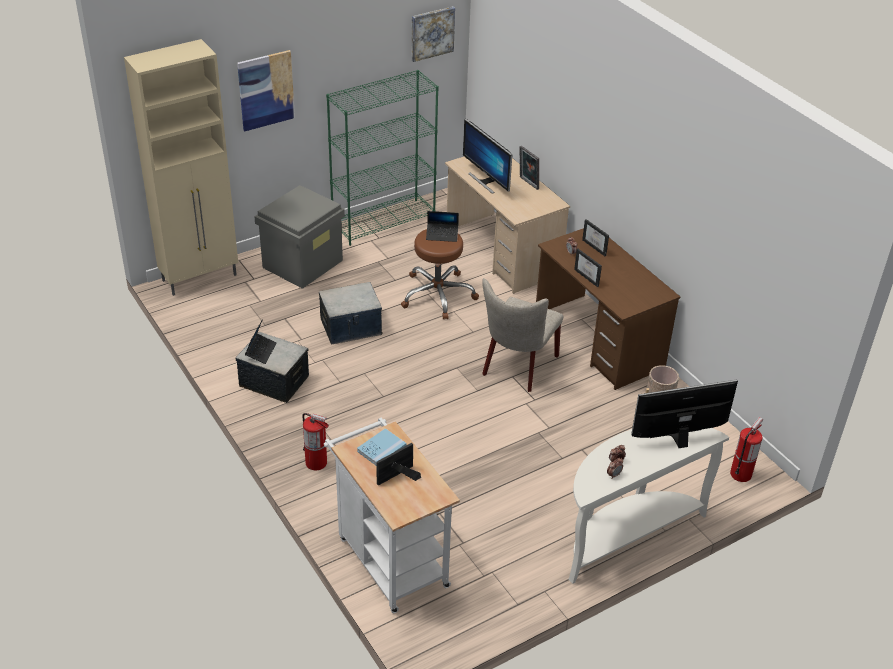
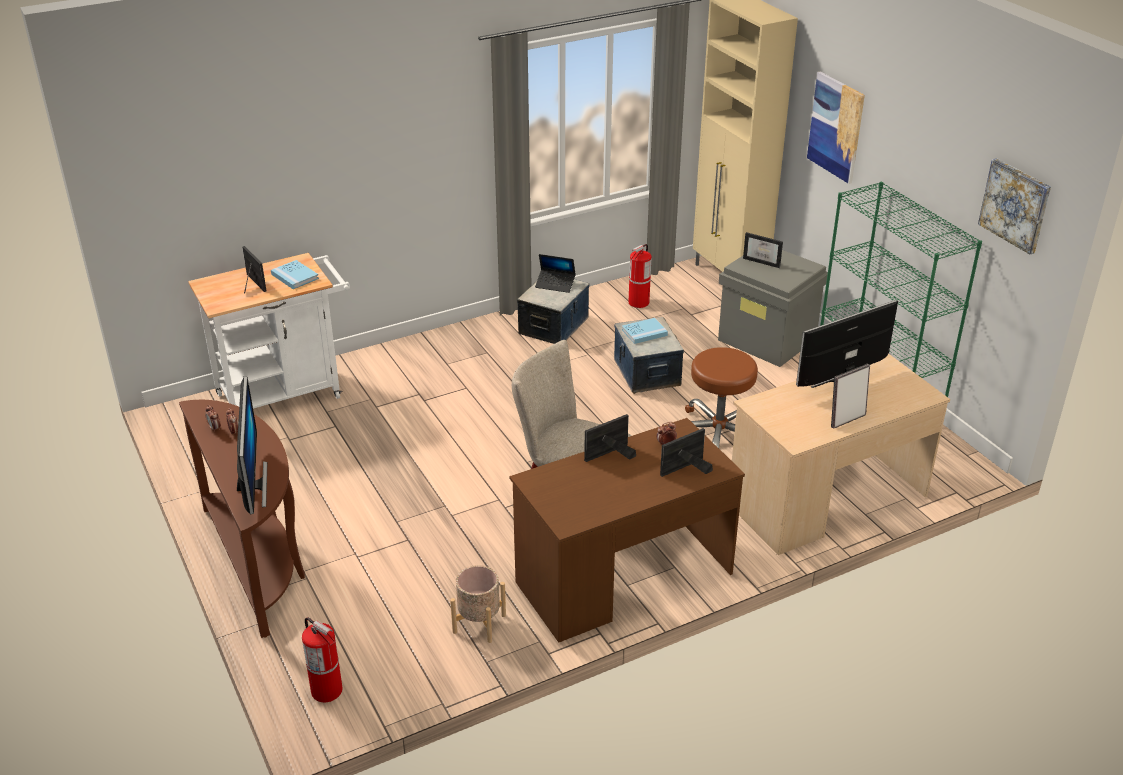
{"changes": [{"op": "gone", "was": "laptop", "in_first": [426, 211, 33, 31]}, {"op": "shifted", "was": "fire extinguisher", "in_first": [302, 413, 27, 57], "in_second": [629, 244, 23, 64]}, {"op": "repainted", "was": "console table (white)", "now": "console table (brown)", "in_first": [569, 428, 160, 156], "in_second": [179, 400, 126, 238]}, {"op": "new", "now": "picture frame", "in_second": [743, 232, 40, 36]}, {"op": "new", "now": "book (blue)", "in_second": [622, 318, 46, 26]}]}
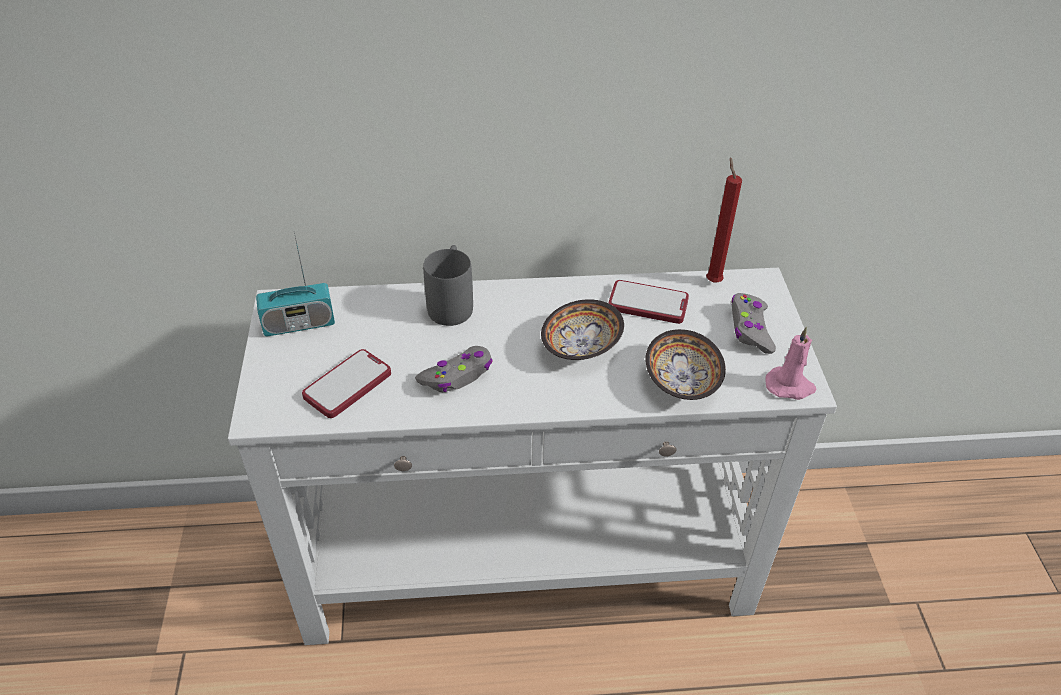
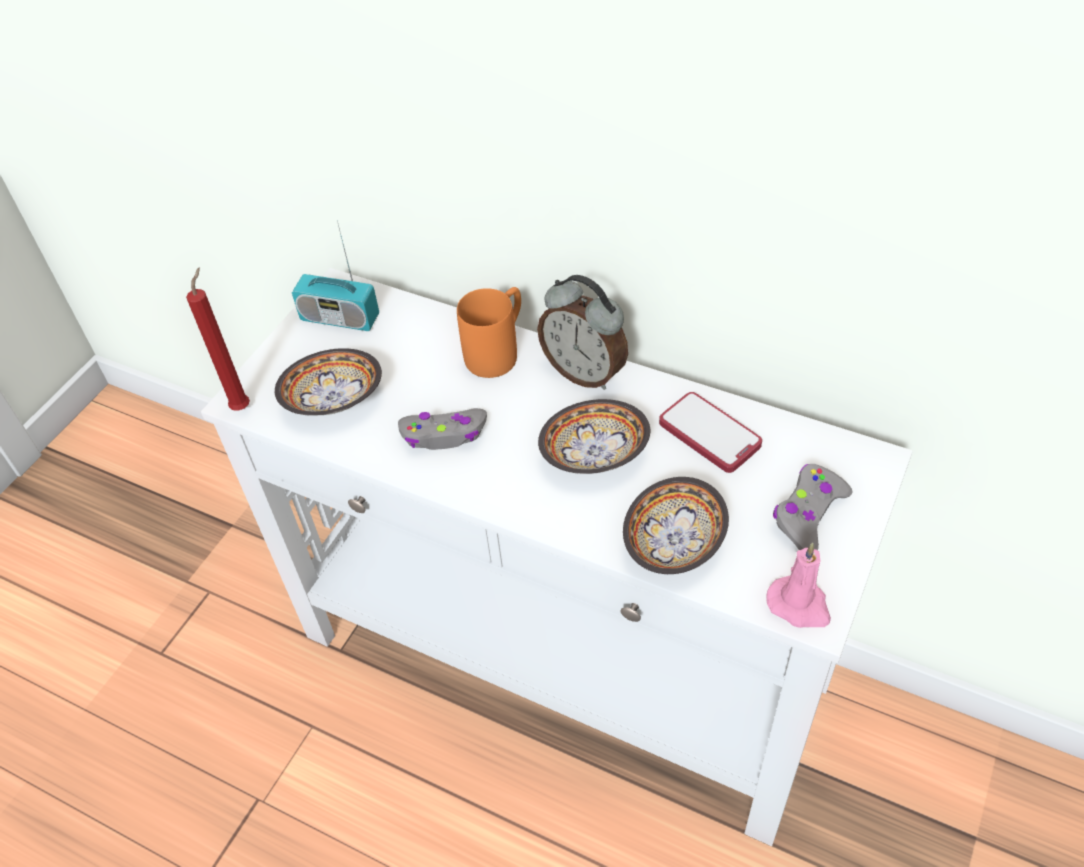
{"changes": [{"op": "shifted", "was": "candle (red)", "in_first": [706, 157, 36, 126], "in_second": [186, 267, 64, 144]}, {"op": "repainted", "was": "mug (grey)", "now": "mug (orange)", "in_first": [423, 245, 50, 81], "in_second": [457, 287, 64, 91]}, {"op": "swapped", "was": "phone", "now": "bowl", "in_first": [302, 349, 89, 69], "in_second": [275, 348, 107, 68]}, {"op": "new", "now": "alarm clock", "in_second": [537, 275, 91, 115]}]}
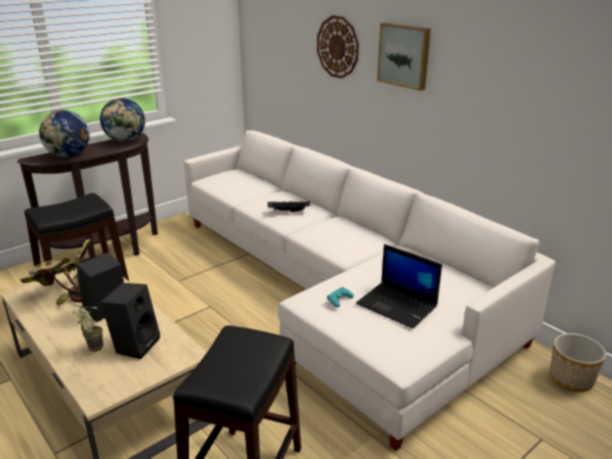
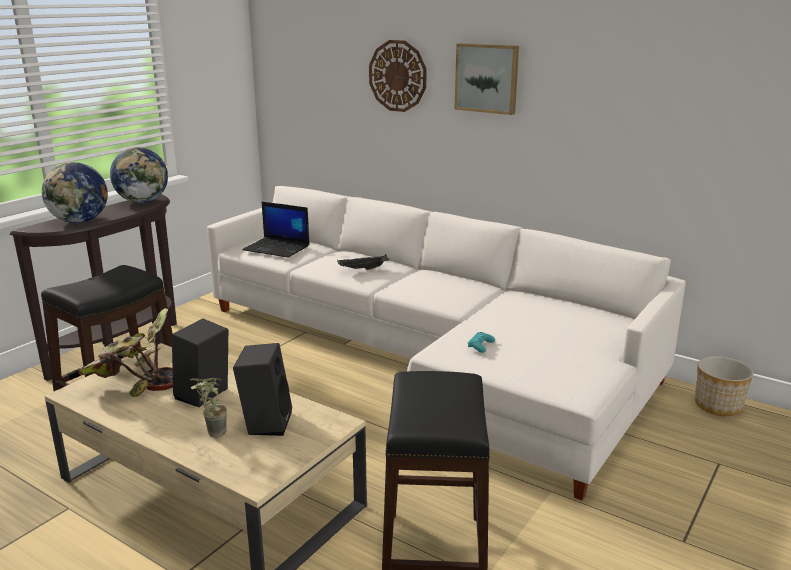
{"changes": [{"op": "shifted", "was": "laptop", "in_first": [356, 244, 86, 85], "in_second": [242, 202, 68, 56]}]}
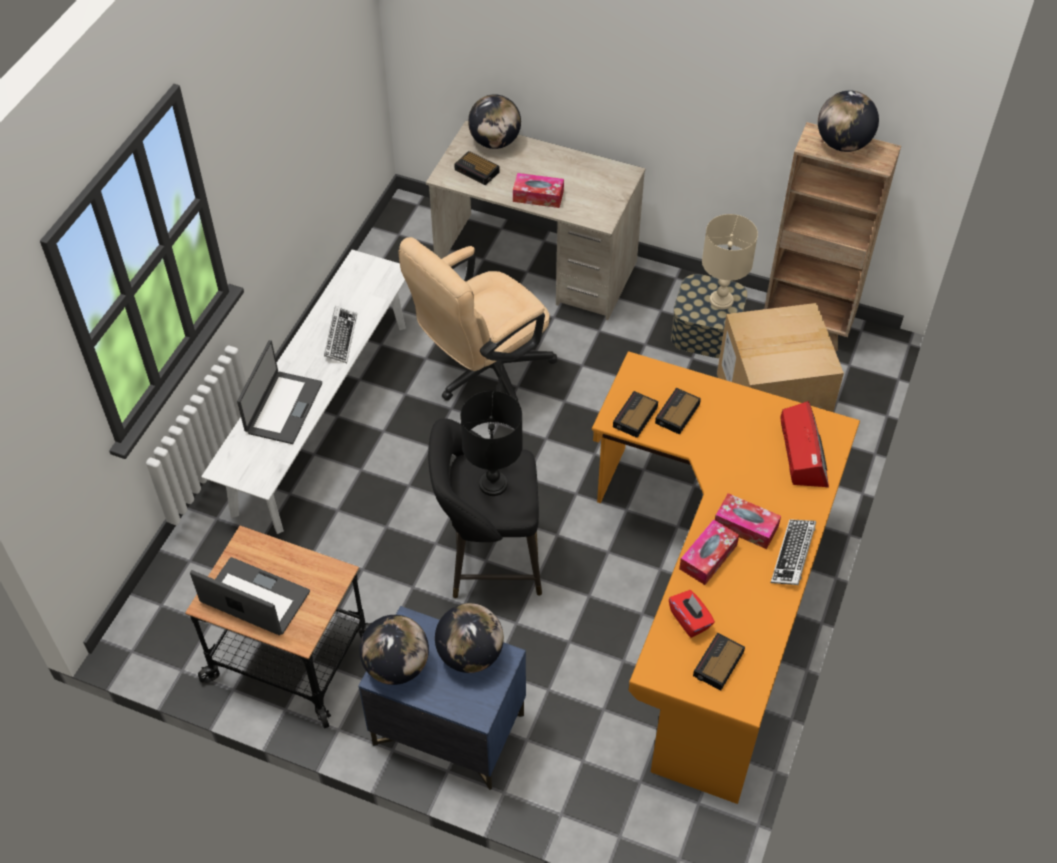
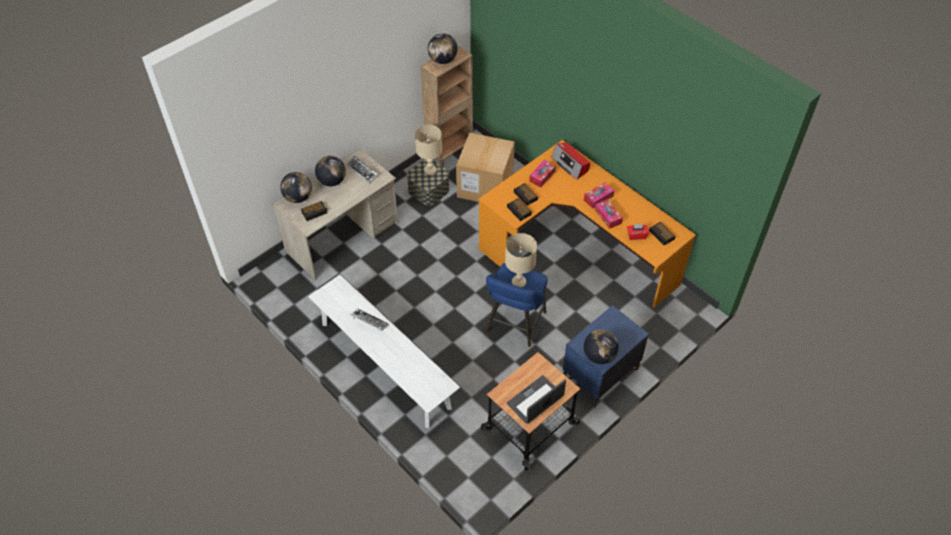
{"changes": [{"op": "shifted", "was": "tissue box", "in_first": [513, 173, 51, 35], "in_second": [529, 160, 27, 27]}, {"op": "gone", "was": "office chair (beige)", "in_first": [398, 237, 159, 168]}, {"op": "gone", "was": "laptop", "in_first": [237, 340, 85, 104]}, {"op": "repainted", "was": "table lamp (black)", "now": "table lamp (beige)", "in_first": [461, 391, 62, 105], "in_second": [505, 233, 32, 54]}, {"op": "rotated", "was": "radio", "in_first": [781, 401, 48, 87], "in_second": [551, 142, 39, 38], "clockwise": -150}, {"op": "repainted", "was": "stool (black)", "now": "stool (blue)", "in_first": [428, 418, 114, 180], "in_second": [486, 263, 62, 84]}, {"op": "shifted", "was": "keyboard", "in_first": [771, 519, 45, 66], "in_second": [347, 156, 31, 27]}, {"op": "shifted", "was": "globe", "in_first": [435, 603, 69, 70], "in_second": [315, 156, 31, 30]}]}
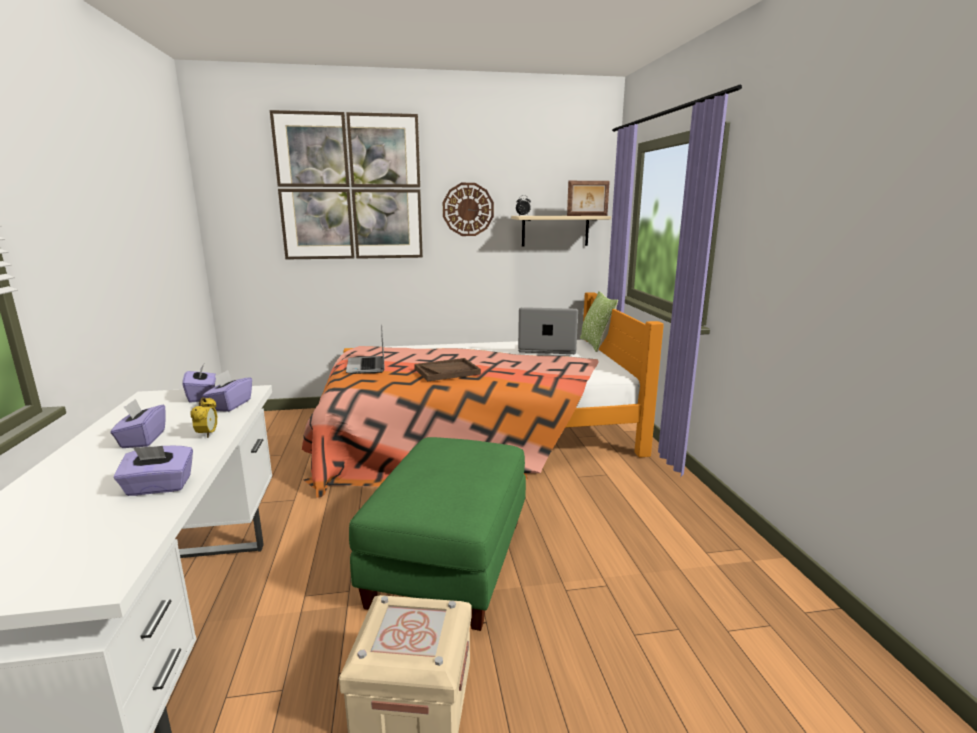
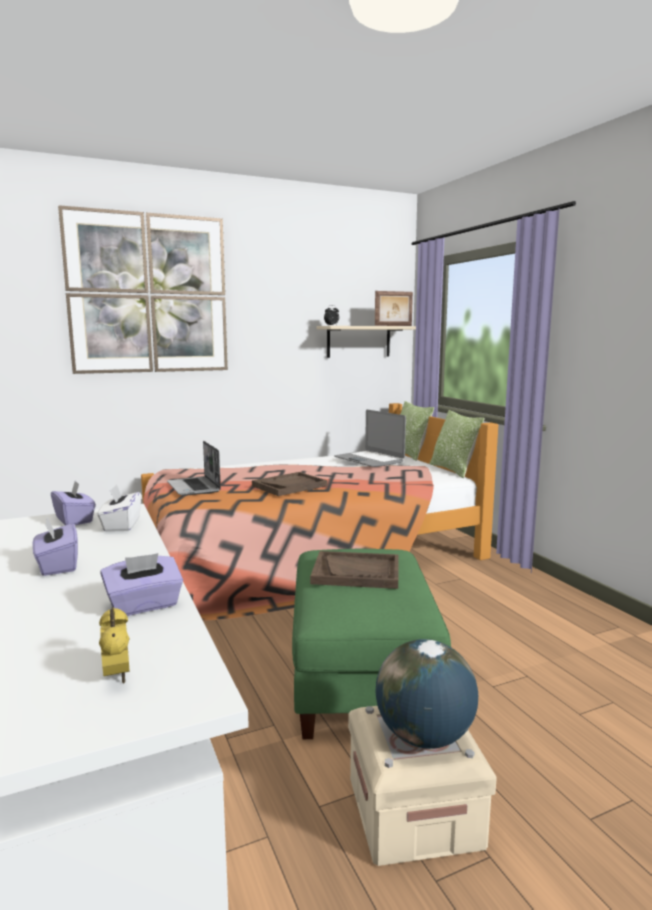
{"changes": [{"op": "gone", "was": "wall clock", "in_first": [443, 183, 51, 53]}, {"op": "rotated", "was": "laptop", "in_first": [518, 307, 60, 47], "in_second": [334, 410, 72, 57], "clockwise": -120}, {"op": "repainted", "was": "tissue box (purple)", "now": "tissue box (white)", "in_first": [202, 370, 50, 42], "in_second": [97, 484, 44, 48]}, {"op": "shifted", "was": "alarm clock", "in_first": [190, 397, 27, 41], "in_second": [99, 607, 31, 77]}, {"op": "new", "now": "pillow", "in_second": [430, 410, 55, 68]}, {"op": "new", "now": "tray (brown)", "in_second": [310, 551, 89, 38]}, {"op": "new", "now": "globe", "in_second": [376, 639, 102, 110]}]}
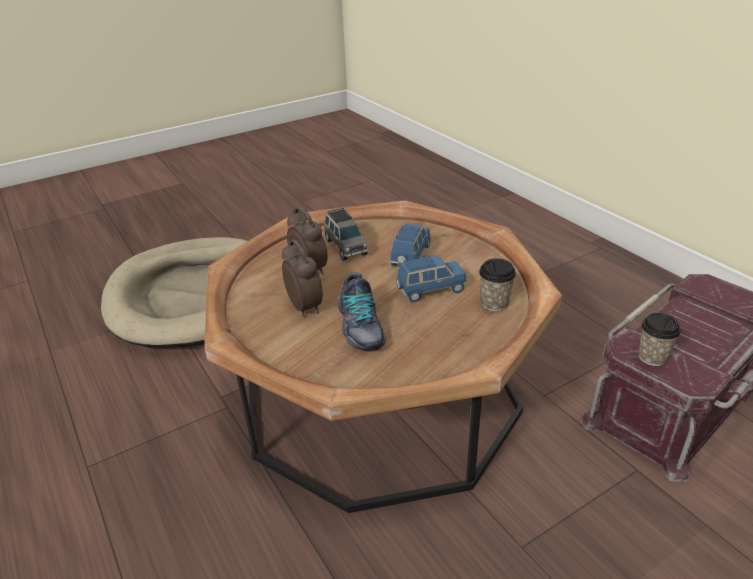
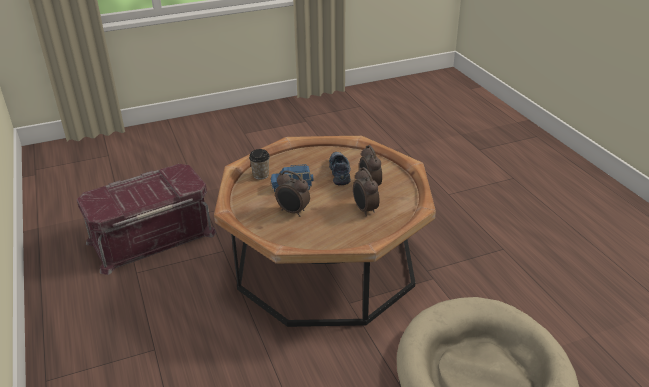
{"changes": [{"op": "gone", "was": "toy car (grey)", "in_first": [324, 208, 44, 53]}, {"op": "swapped", "was": "toy car (blue)", "now": "alarm clock", "in_first": [391, 223, 40, 43], "in_second": [275, 171, 35, 46]}, {"op": "gone", "was": "cup", "in_first": [638, 313, 43, 53]}]}
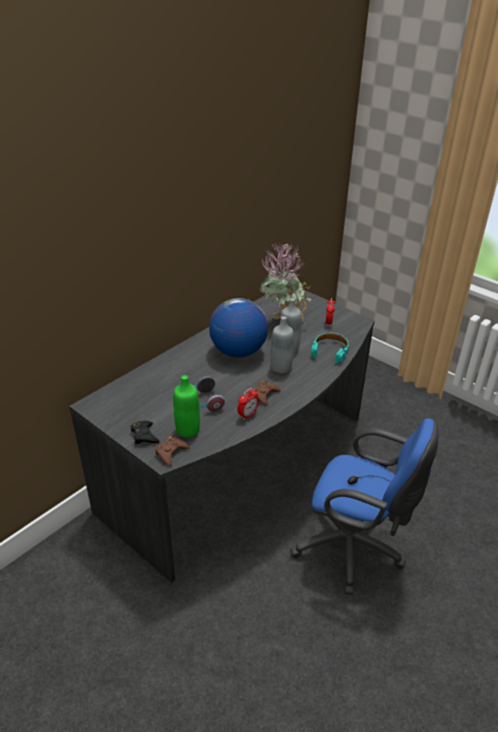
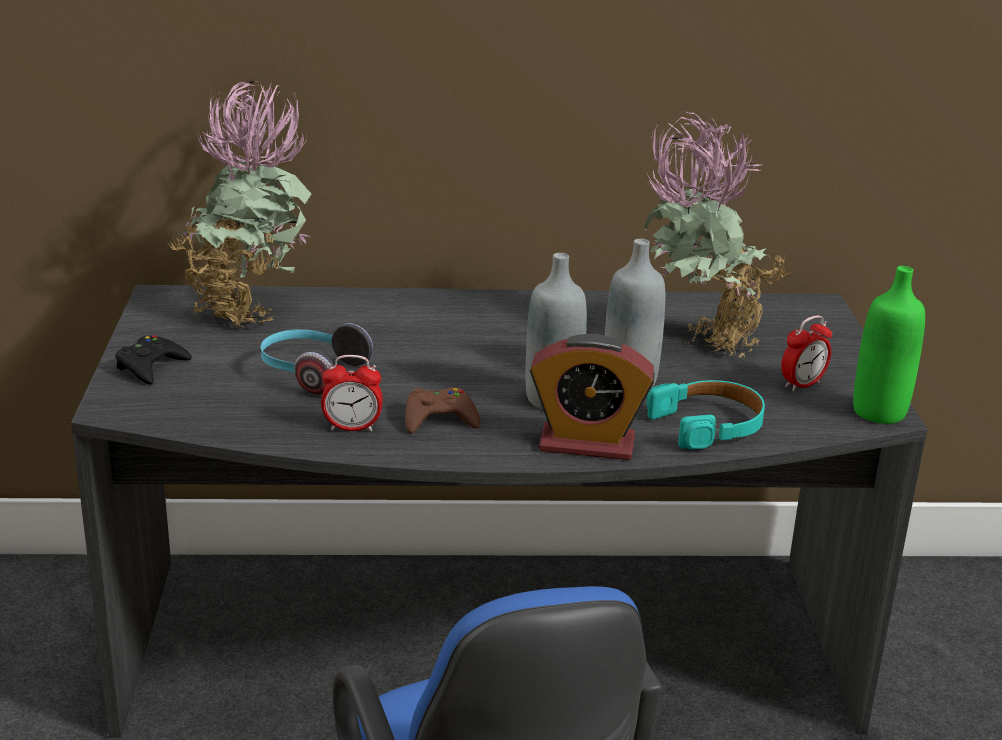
{"changes": [{"op": "gone", "was": "globe", "in_first": [209, 298, 59, 59]}, {"op": "shifted", "was": "bottle (green)", "in_first": [173, 375, 27, 63], "in_second": [853, 266, 72, 158]}, {"op": "gone", "was": "game controller (brown)", "in_first": [155, 436, 35, 30]}, {"op": "new", "now": "potted plant", "in_second": [167, 80, 144, 249]}, {"op": "new", "now": "alarm clock", "in_second": [530, 334, 125, 126]}]}
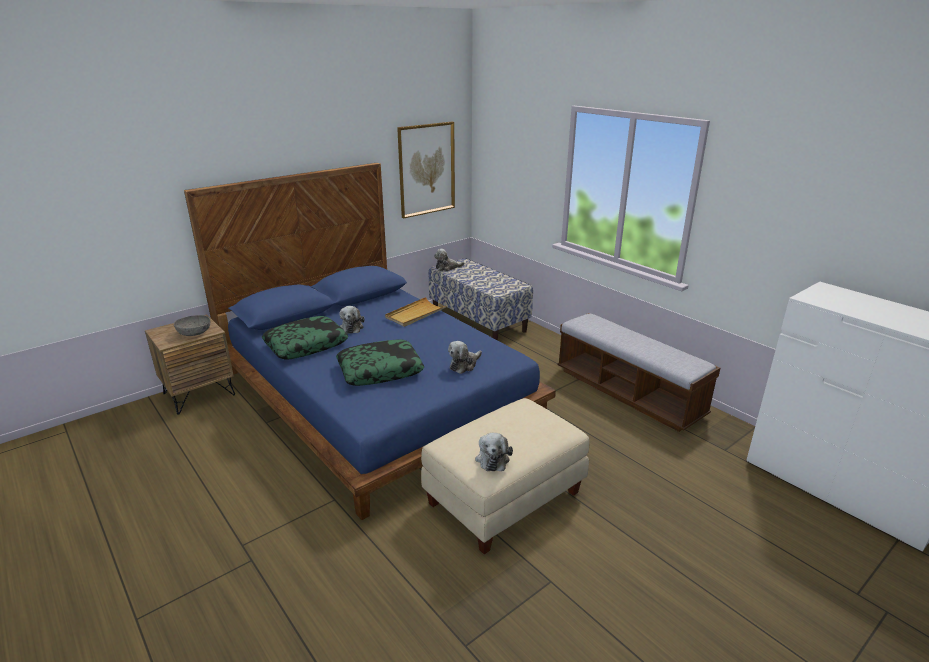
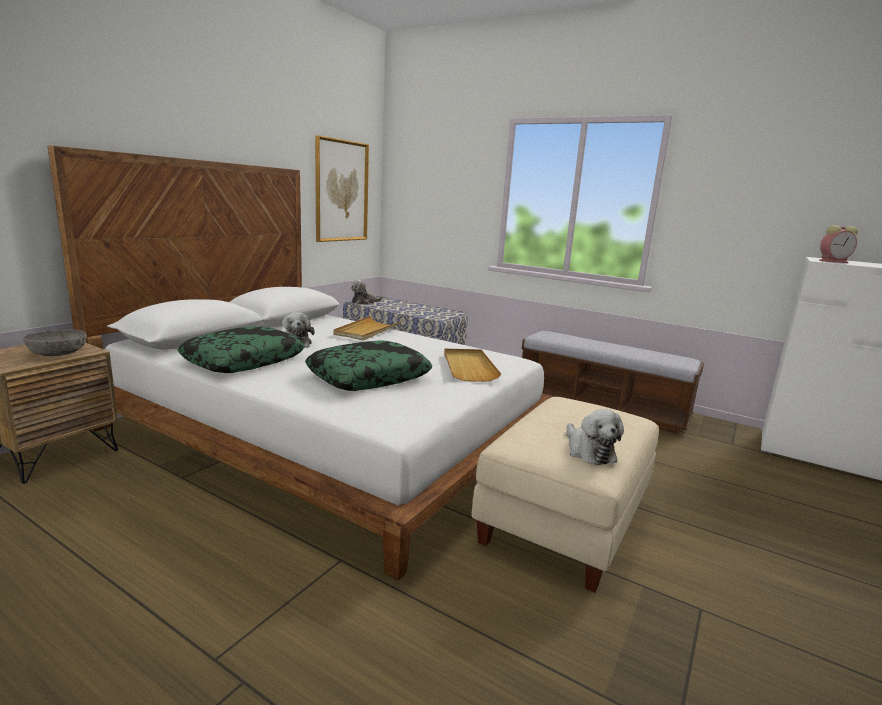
{"changes": [{"op": "repainted", "was": "bed (blue)", "now": "bed (white)", "in_first": [184, 163, 372, 357], "in_second": [47, 146, 510, 435]}, {"op": "swapped", "was": "plush toy", "now": "tray (beige)", "in_first": [448, 341, 34, 33], "in_second": [444, 349, 57, 33]}, {"op": "new", "now": "alarm clock", "in_second": [819, 225, 39, 38]}]}
